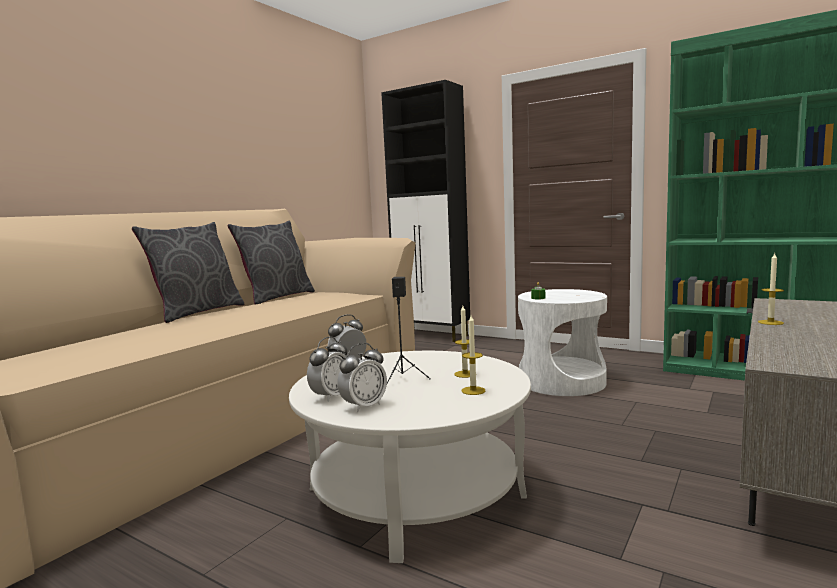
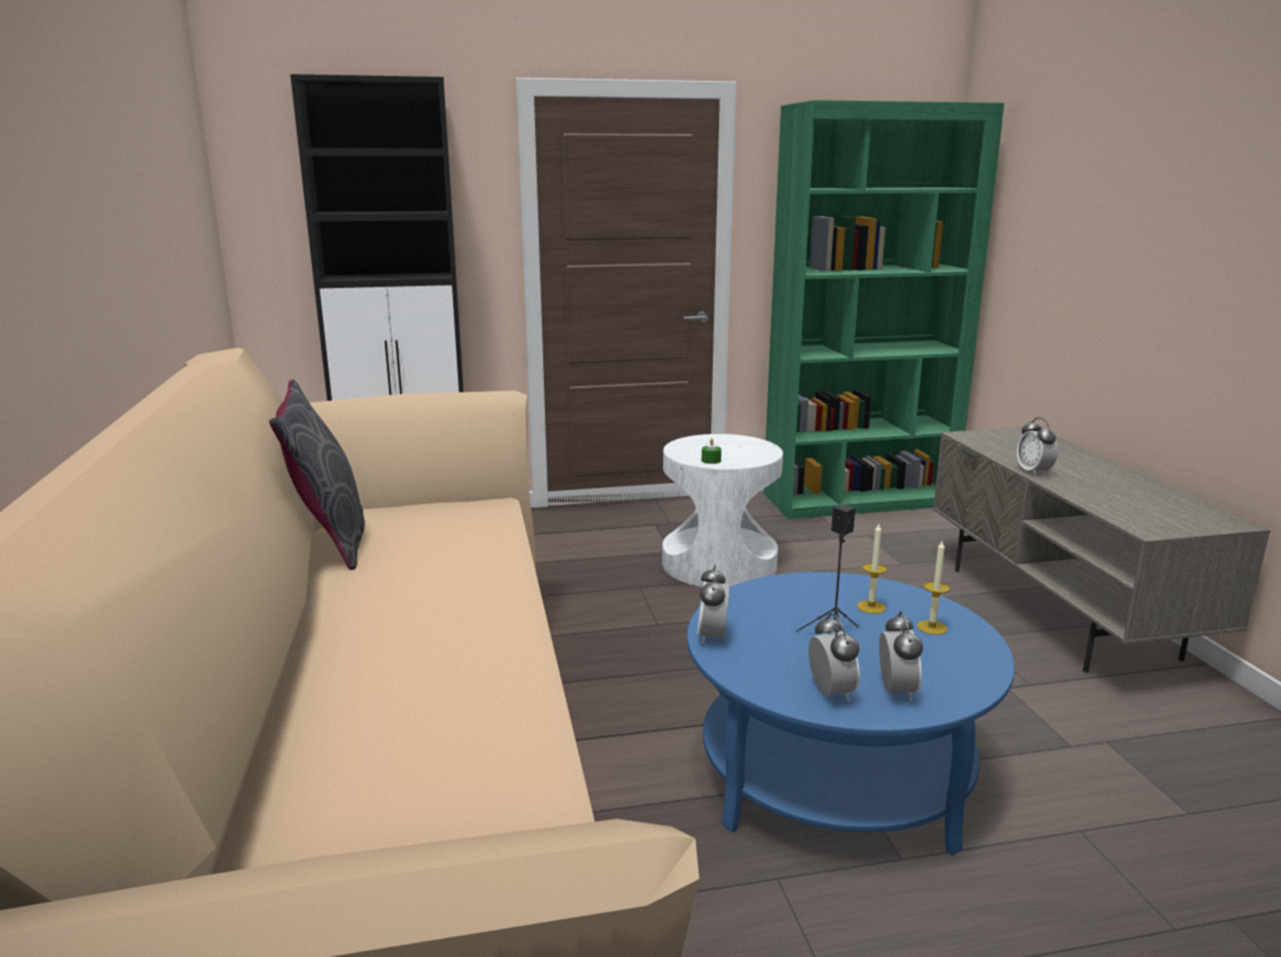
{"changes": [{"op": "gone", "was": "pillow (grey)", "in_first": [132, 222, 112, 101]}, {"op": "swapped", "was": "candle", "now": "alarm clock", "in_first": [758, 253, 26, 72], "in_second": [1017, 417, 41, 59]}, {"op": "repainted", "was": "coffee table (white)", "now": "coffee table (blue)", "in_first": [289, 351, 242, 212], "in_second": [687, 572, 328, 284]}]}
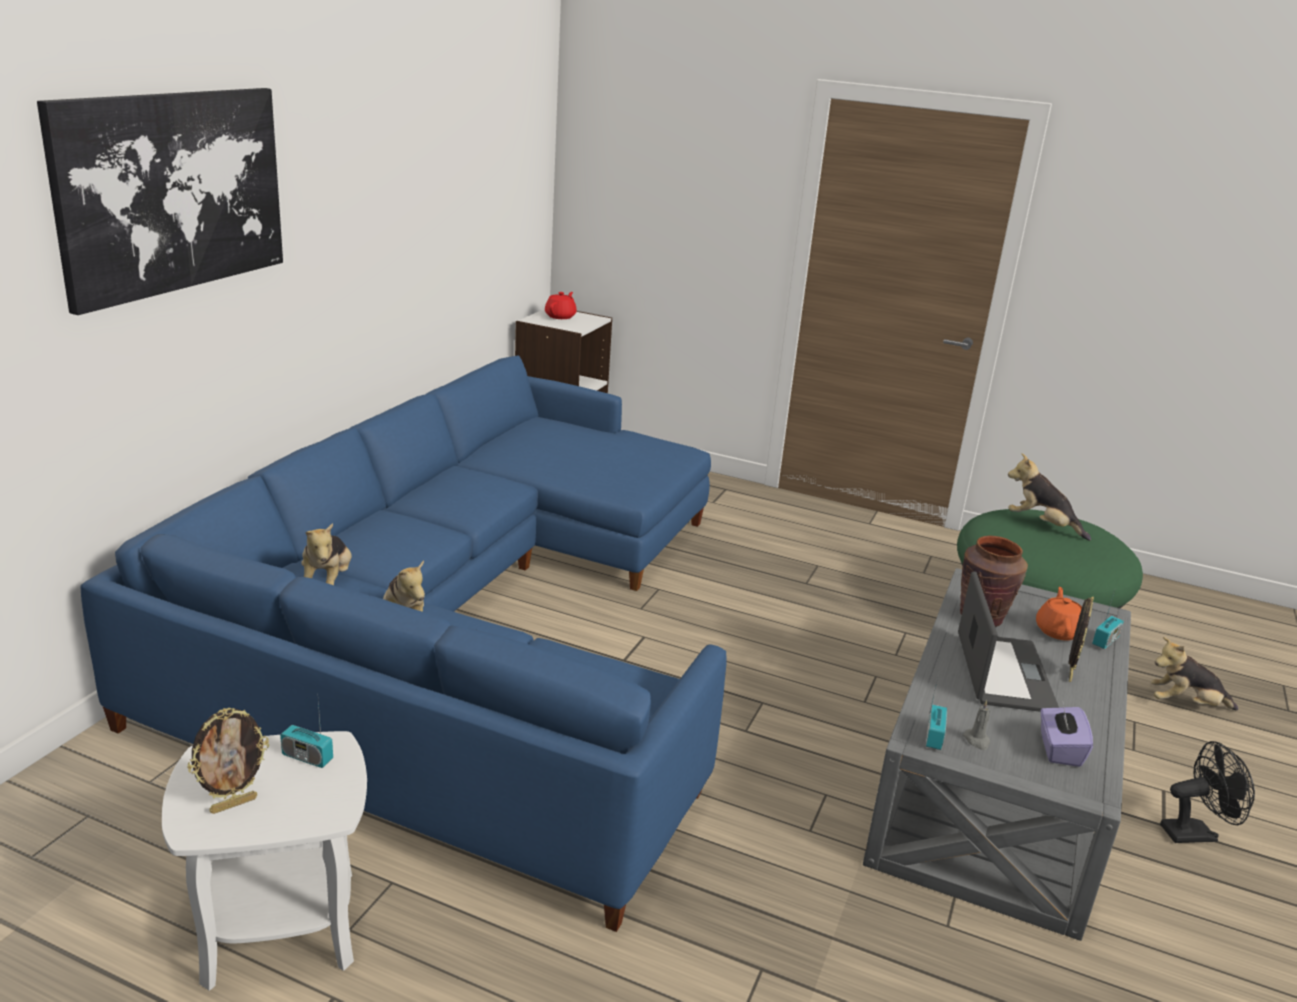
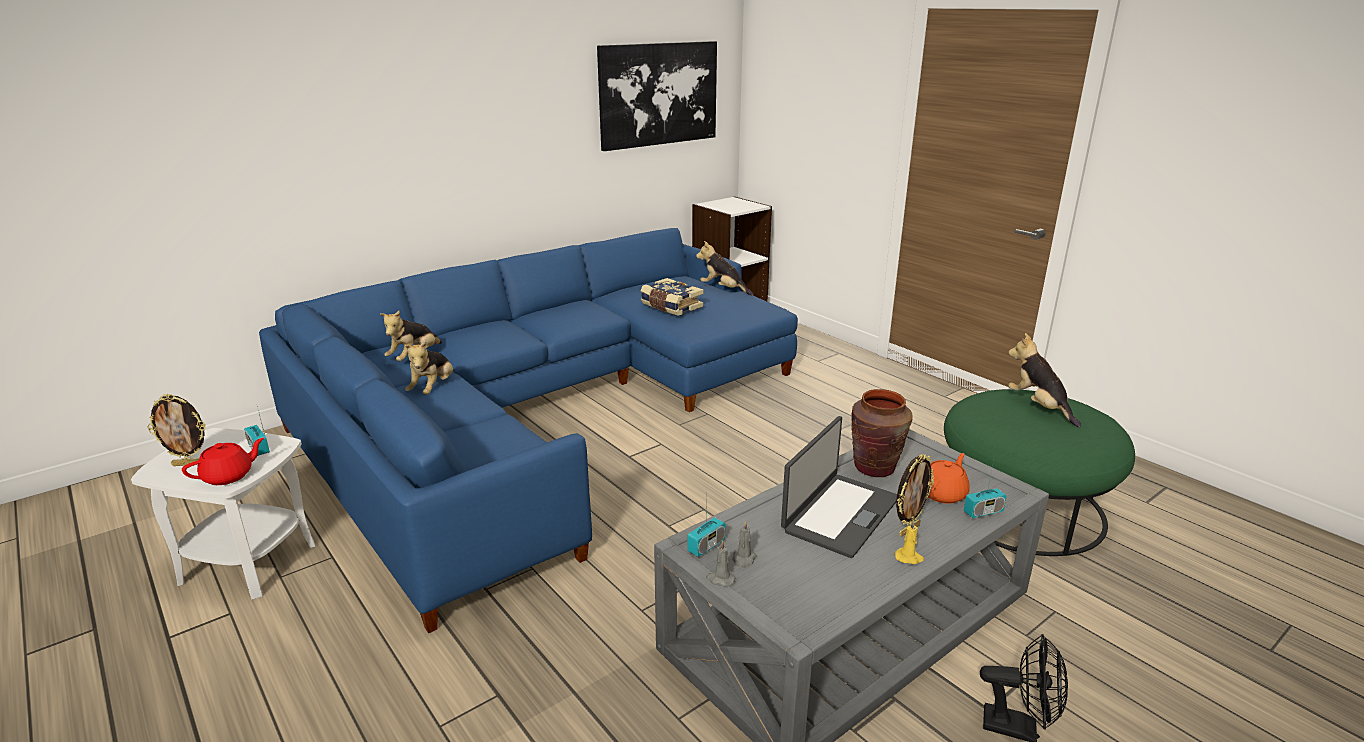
{"changes": [{"op": "shifted", "was": "picture", "in_first": [37, 88, 246, 227], "in_second": [597, 41, 120, 110]}, {"op": "shifted", "was": "teapot (red)", "in_first": [545, 292, 32, 27], "in_second": [182, 438, 82, 47]}, {"op": "shifted", "was": "plush toy", "in_first": [1151, 637, 87, 74], "in_second": [696, 241, 57, 55]}, {"op": "gone", "was": "tissue box (purple)", "in_first": [1040, 705, 53, 62]}, {"op": "new", "now": "book", "in_second": [641, 278, 62, 38]}, {"op": "new", "now": "candle (yellow)", "in_second": [895, 520, 29, 44]}, {"op": "new", "now": "candle (grey)", "in_second": [706, 540, 30, 47]}]}
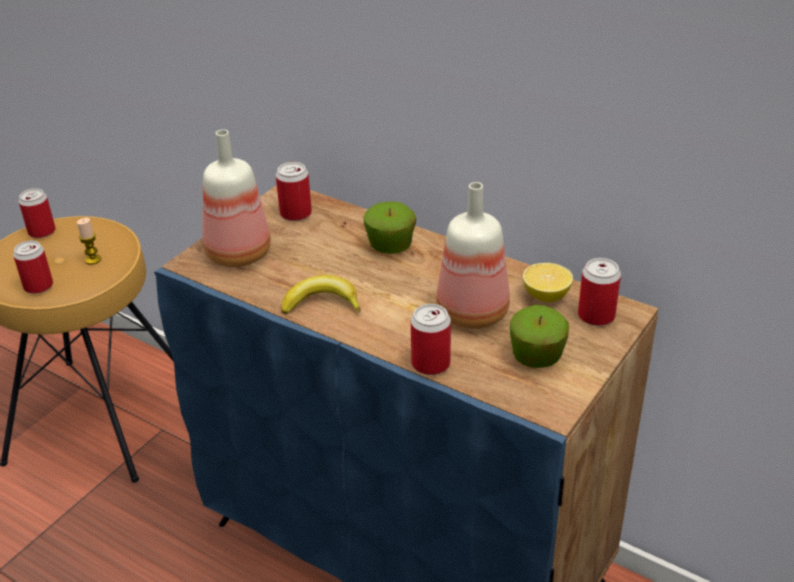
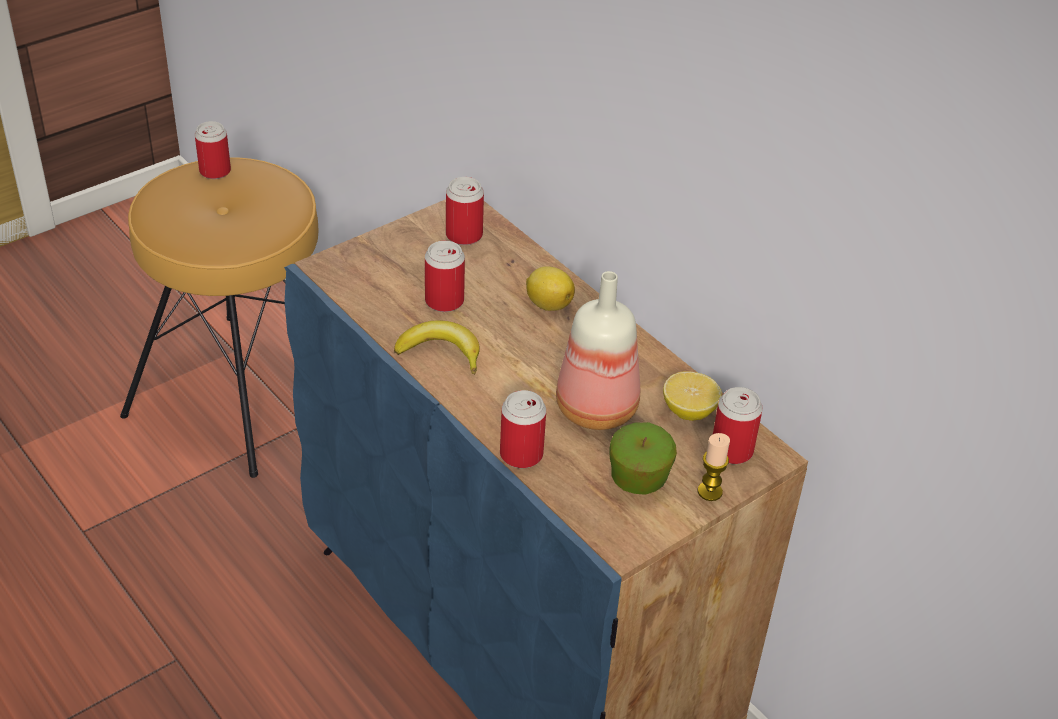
{"changes": [{"op": "gone", "was": "bottle", "in_first": [202, 130, 69, 137]}, {"op": "swapped", "was": "apple", "now": "lemon", "in_first": [364, 202, 52, 52], "in_second": [526, 266, 49, 45]}, {"op": "shifted", "was": "candle", "in_first": [77, 218, 24, 47], "in_second": [697, 433, 33, 68]}, {"op": "shifted", "was": "can", "in_first": [13, 240, 40, 54], "in_second": [425, 241, 40, 71]}]}
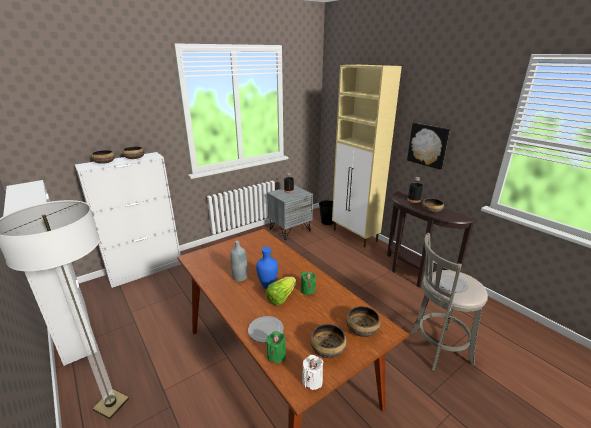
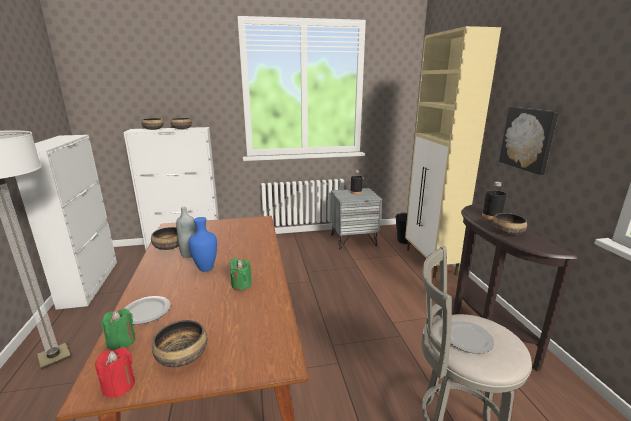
{"changes": [{"op": "gone", "was": "lettuce", "in_first": [266, 277, 30, 29]}, {"op": "shifted", "was": "bowl", "in_first": [346, 306, 35, 31], "in_second": [151, 227, 28, 23]}, {"op": "repainted", "was": "candle (white)", "now": "candle (red)", "in_first": [302, 355, 21, 35], "in_second": [95, 347, 40, 51]}]}
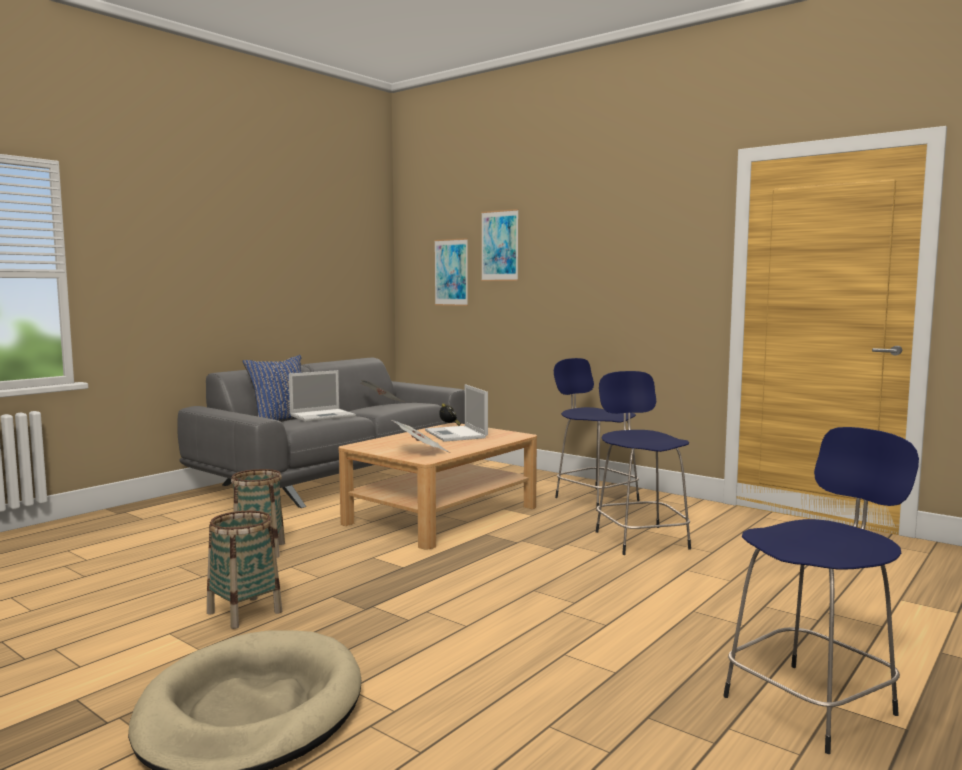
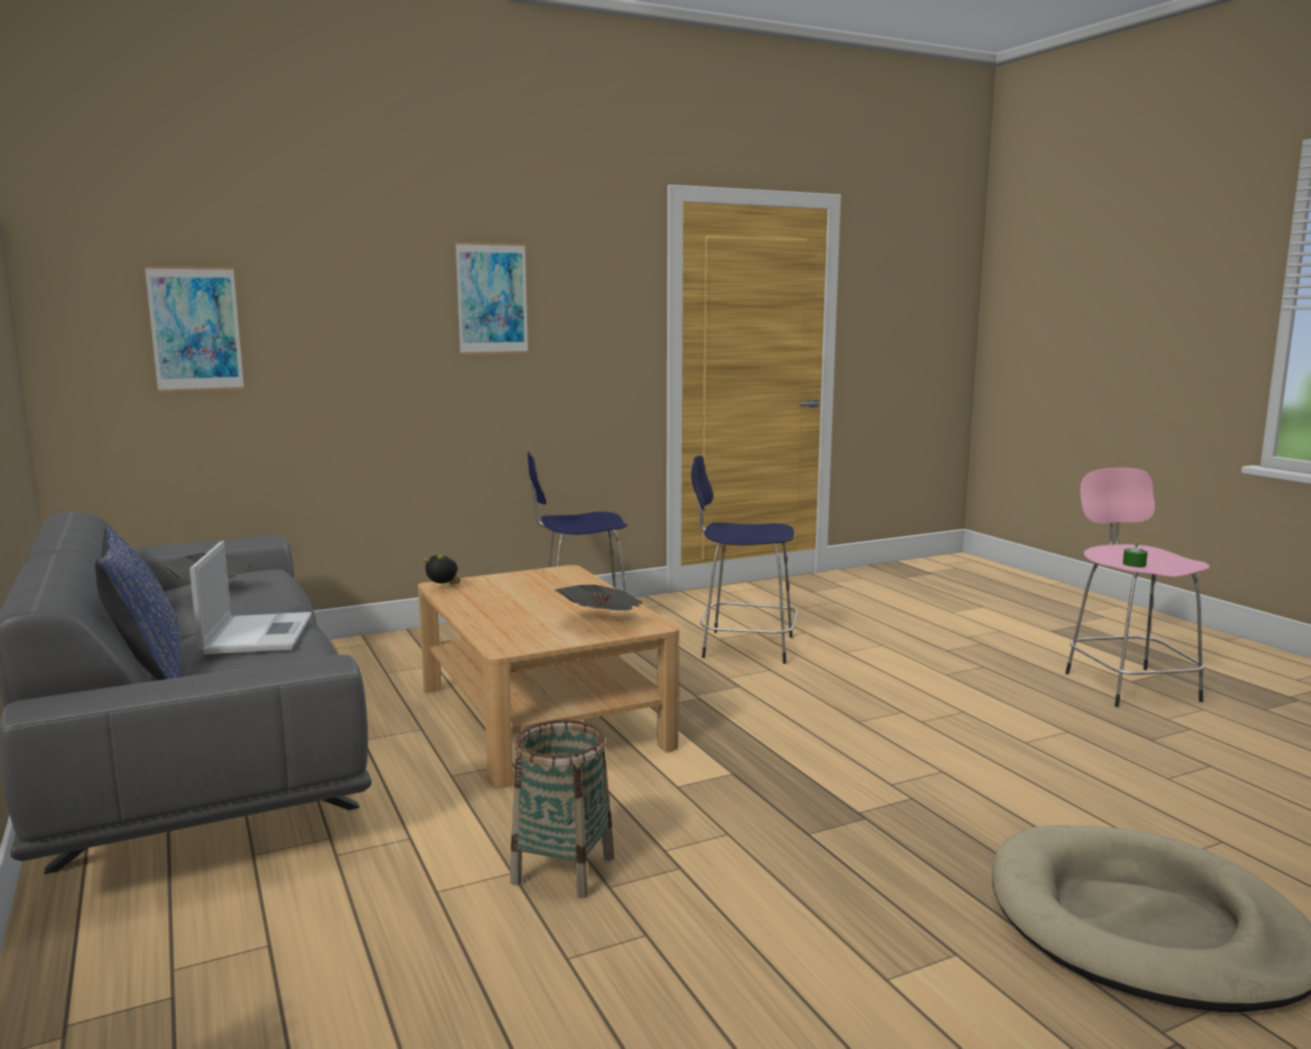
{"changes": [{"op": "shifted", "was": "picture", "in_first": [481, 209, 38, 72], "in_second": [455, 242, 73, 112]}, {"op": "gone", "was": "laptop", "in_first": [425, 384, 63, 58]}, {"op": "repainted", "was": "stool (blue)", "now": "stool (pink)", "in_first": [723, 427, 196, 327], "in_second": [1065, 468, 145, 239]}, {"op": "gone", "was": "basket", "in_first": [207, 511, 75, 118]}, {"op": "new", "now": "candle (green)", "in_second": [1123, 540, 25, 27]}]}
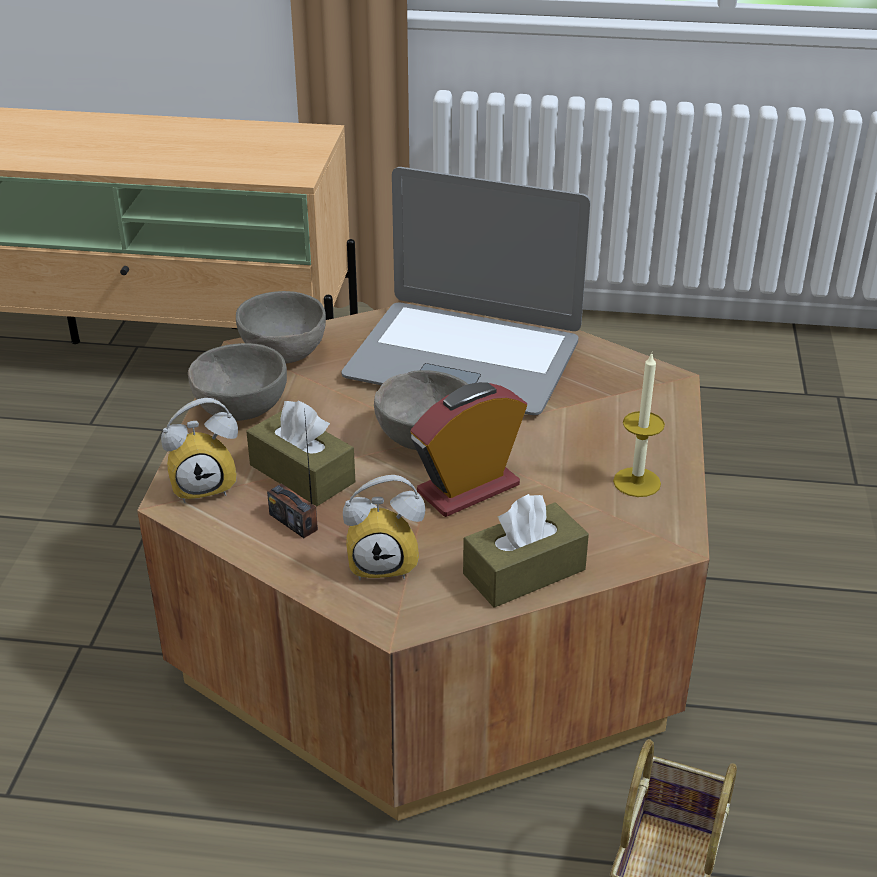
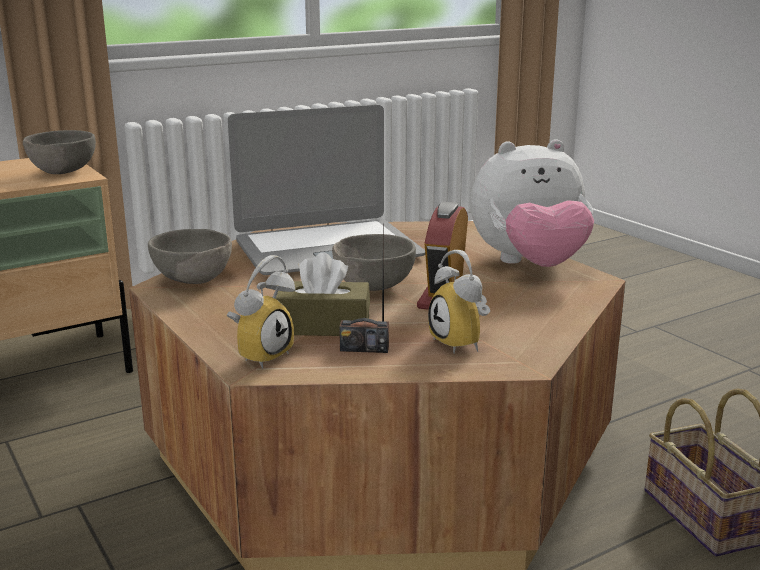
{"changes": [{"op": "shifted", "was": "bowl (grey)", "in_first": [188, 343, 99, 78], "in_second": [23, 130, 73, 44]}, {"op": "swapped", "was": "candle", "now": "plush toy", "in_first": [613, 353, 52, 144], "in_second": [471, 139, 123, 128]}, {"op": "rotated", "was": "alarm clock", "in_first": [343, 475, 82, 105], "in_second": [428, 250, 62, 104], "clockwise": 105}, {"op": "gone", "was": "tissue box (brown)", "in_first": [463, 494, 126, 114]}]}
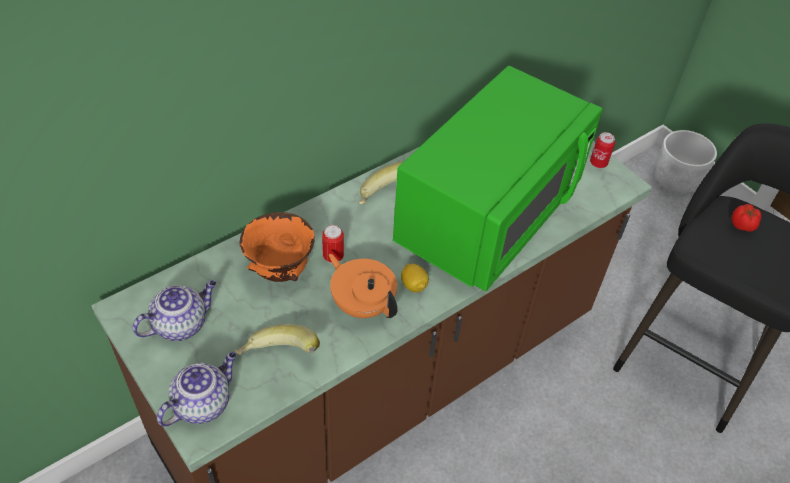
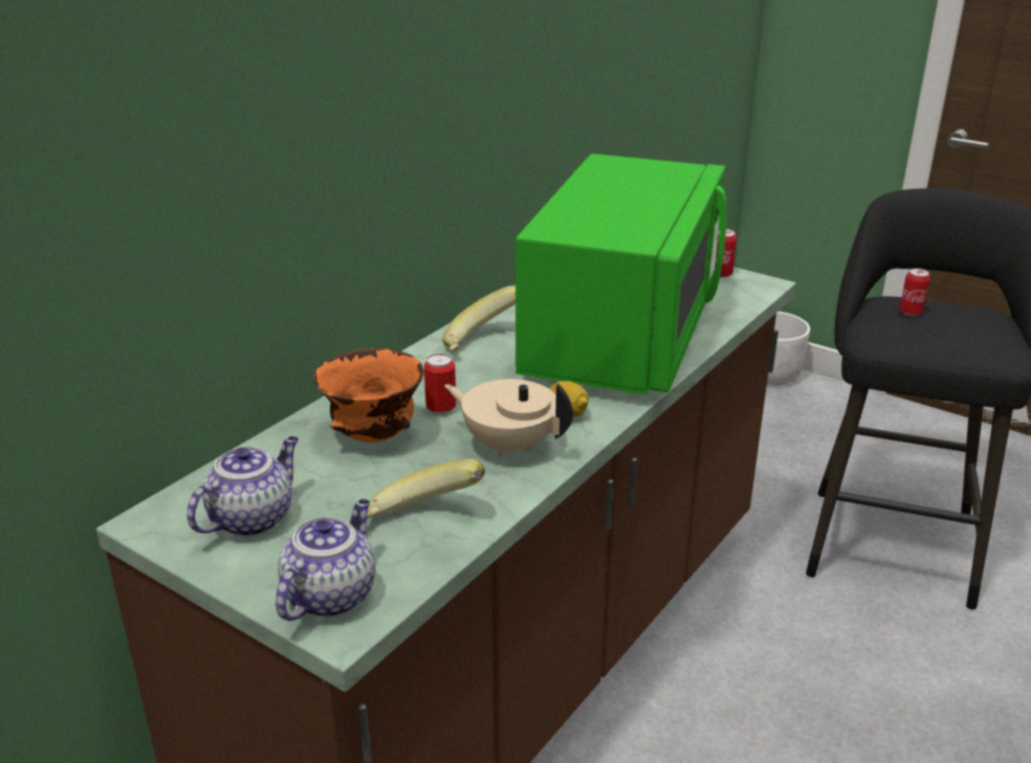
{"changes": [{"op": "swapped", "was": "tomato", "now": "can", "in_first": [732, 204, 29, 28], "in_second": [899, 268, 31, 48]}, {"op": "repainted", "was": "teapot (orange)", "now": "teapot (beige)", "in_first": [329, 254, 69, 64], "in_second": [444, 379, 129, 78]}]}
